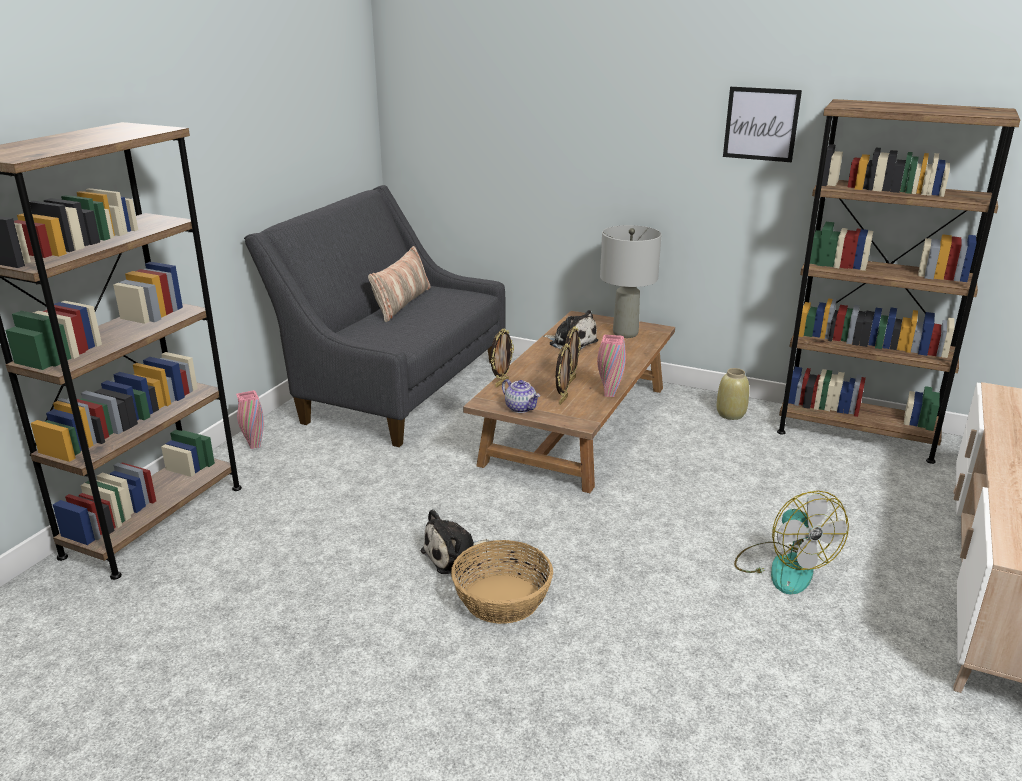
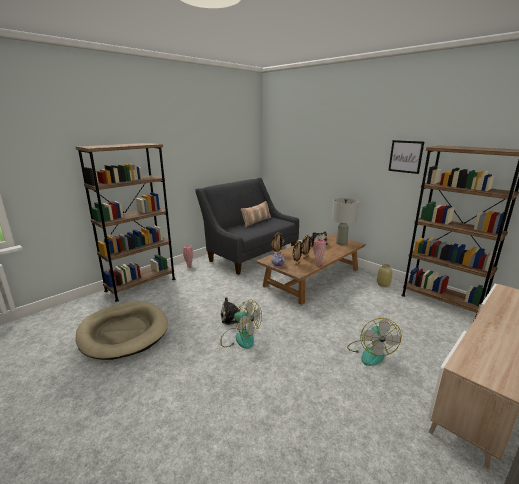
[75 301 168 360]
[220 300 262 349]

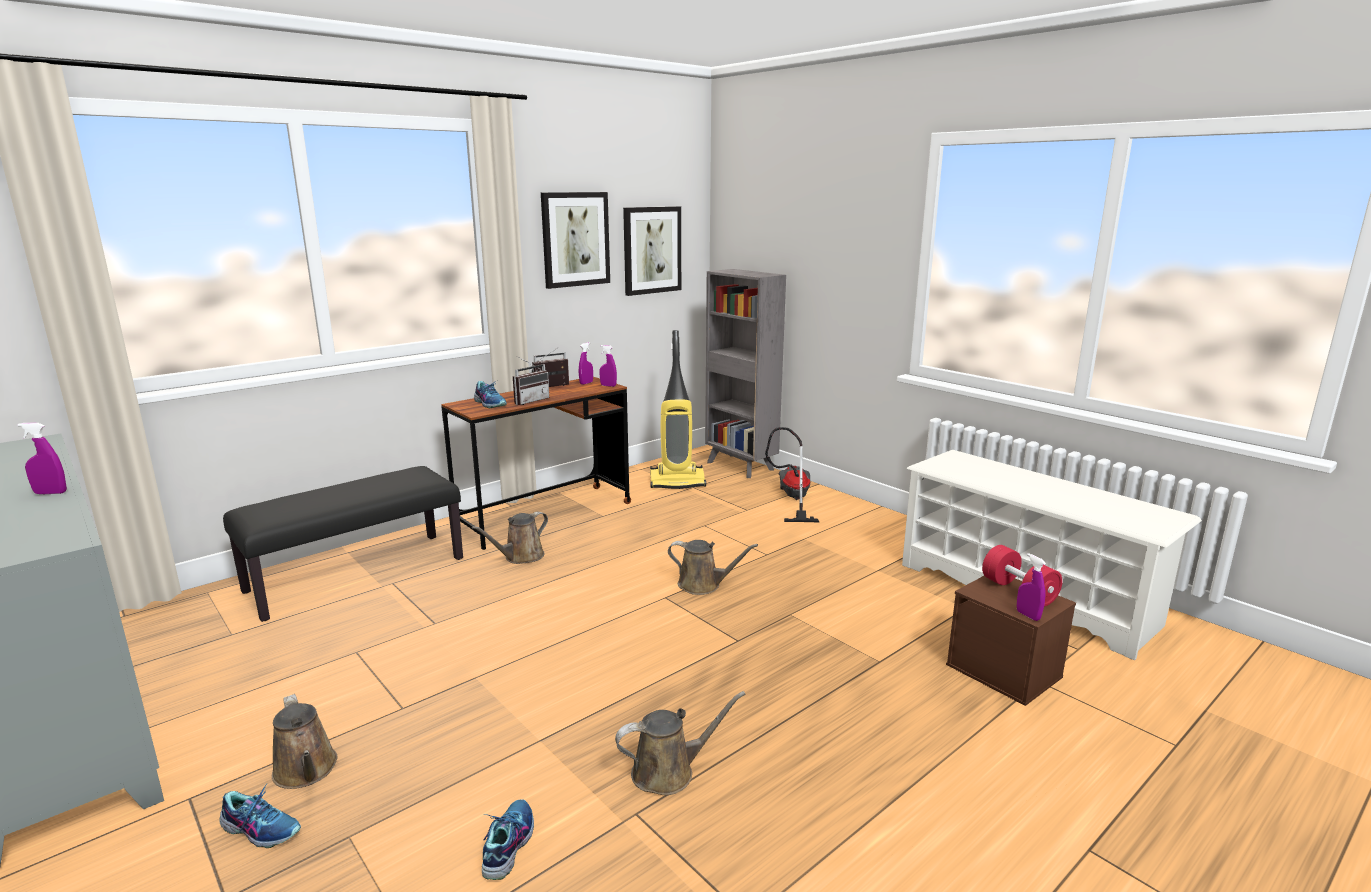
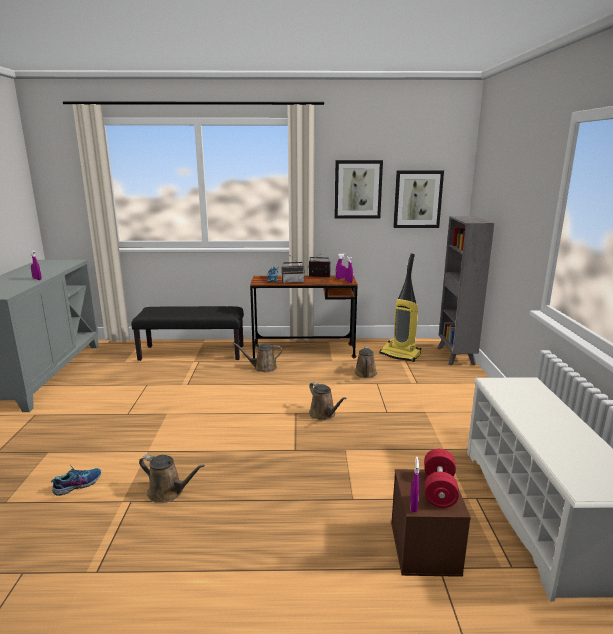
[355 347 377 378]
[219 784 301 848] (first image)
[765 427 819 522] (first image)

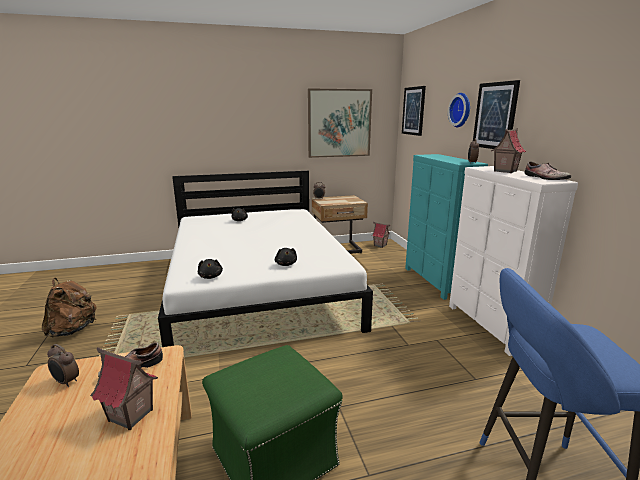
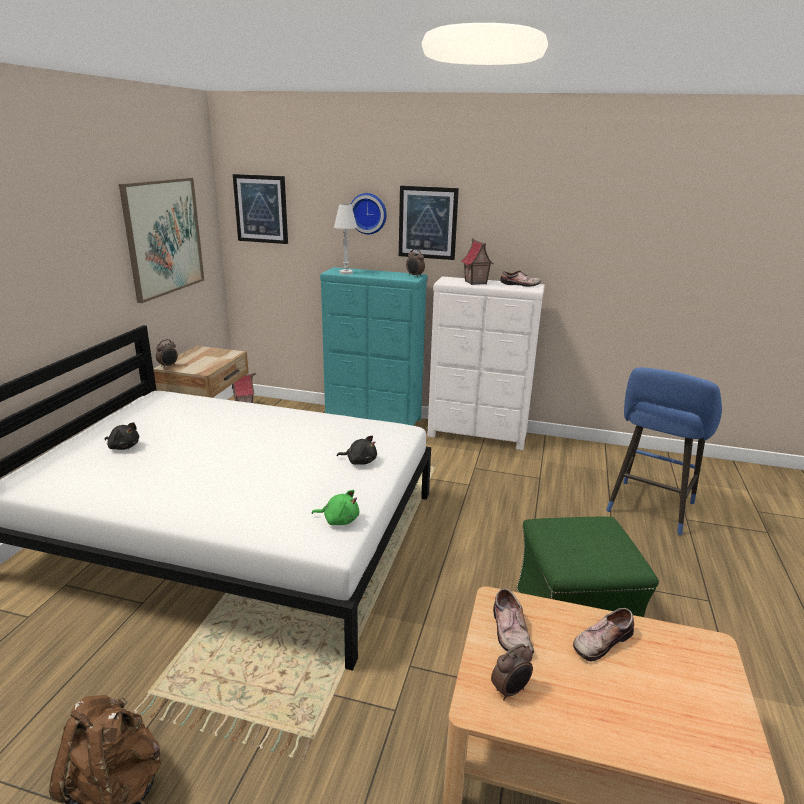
[312 490 359 525]
[334 204 357 275]
[573 608 634 661]

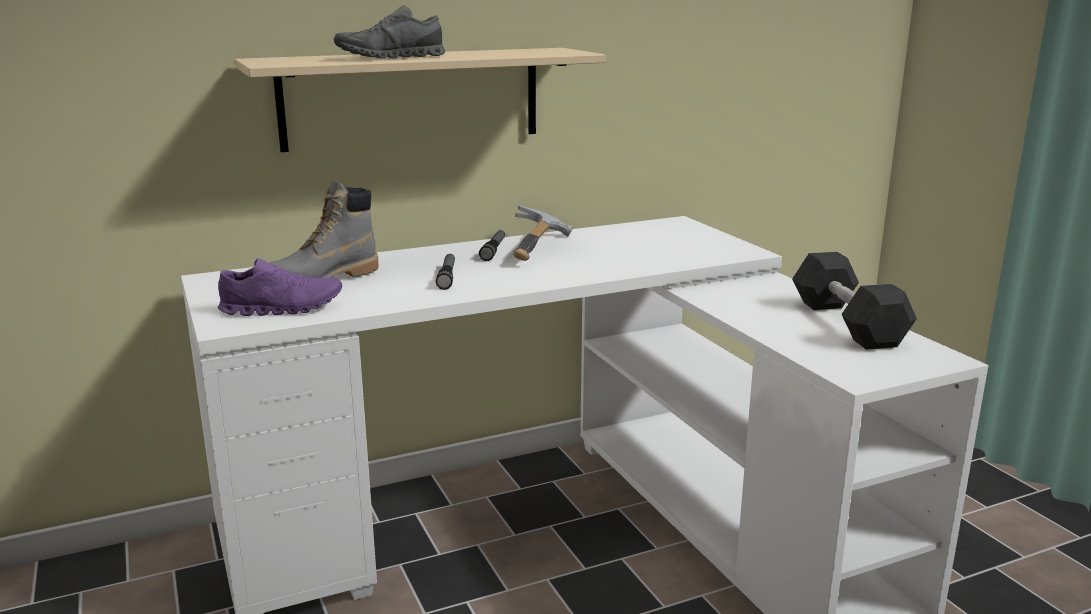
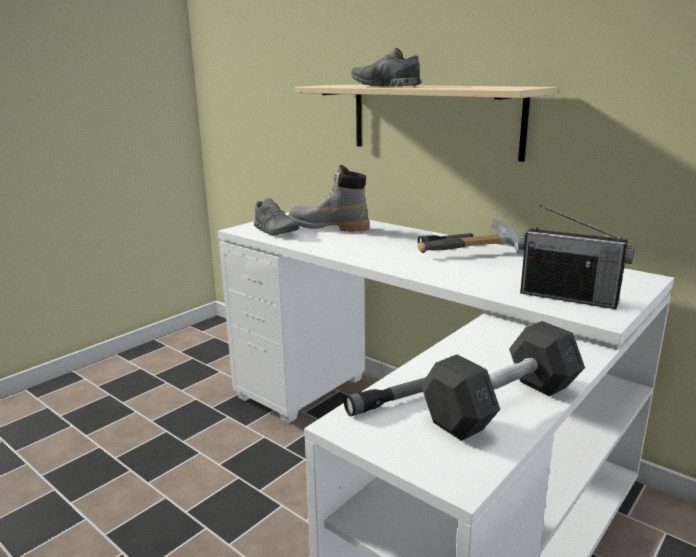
[254 198 299 236]
[344 377 426 416]
[518 204 635 309]

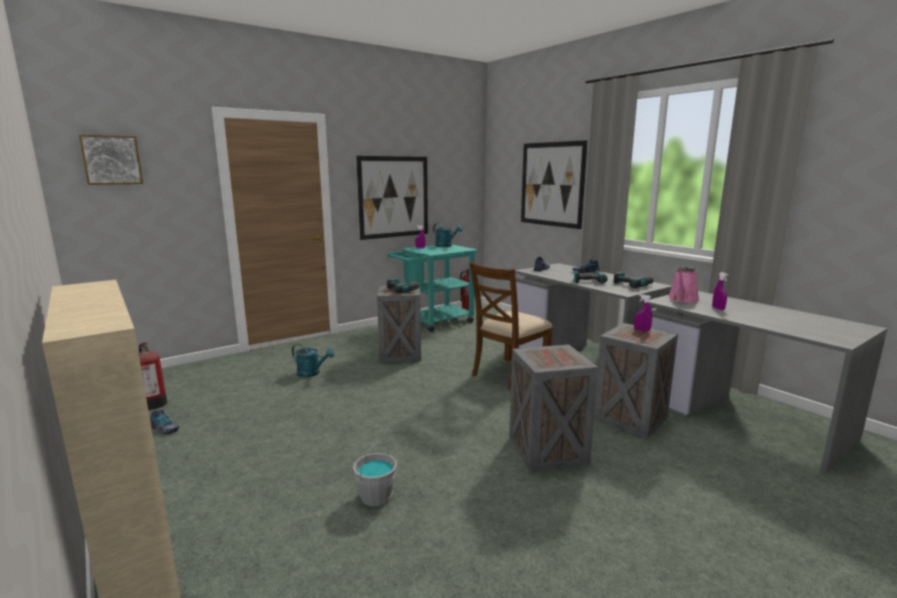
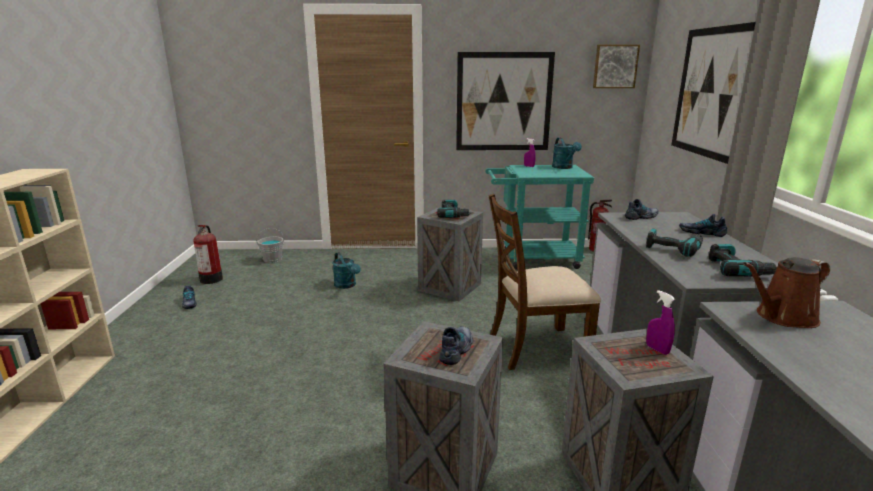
[257 228 284 263]
[439 326 473 365]
[593 45 640 88]
[743 257 830 328]
[712 272 729 310] (first image)

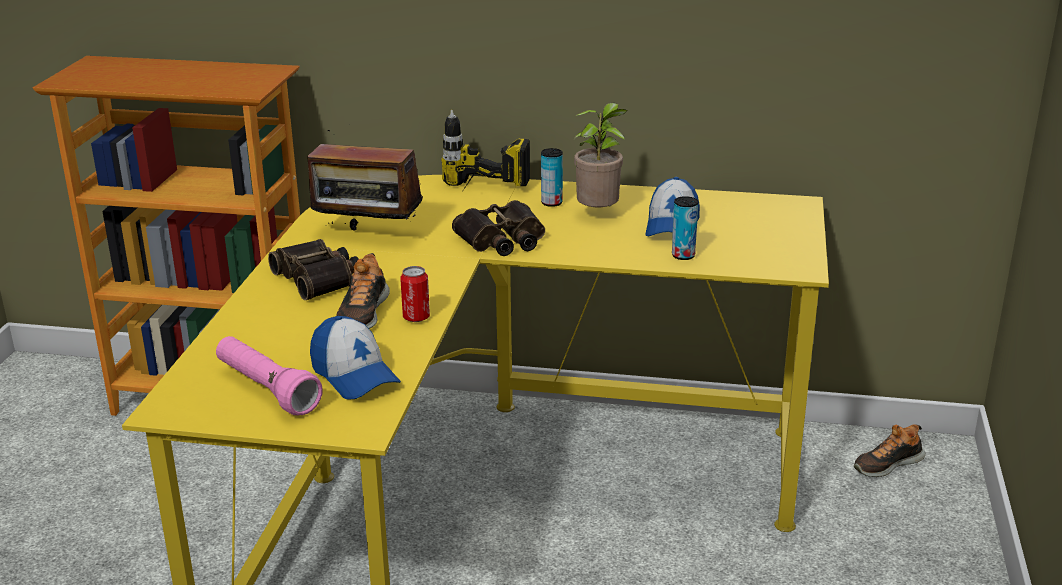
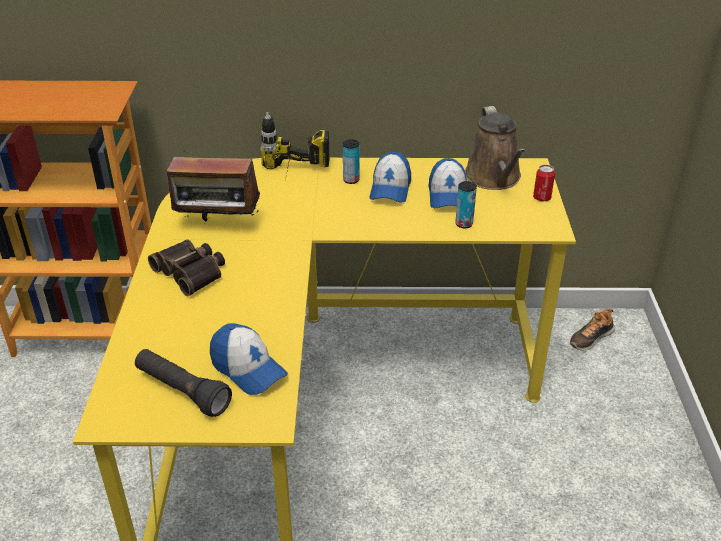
[135 349 232 417]
[369 152 411 203]
[465 106 525 190]
[533 165 555 202]
[336 253 390 329] (first image)
[452 200 545 256] (first image)

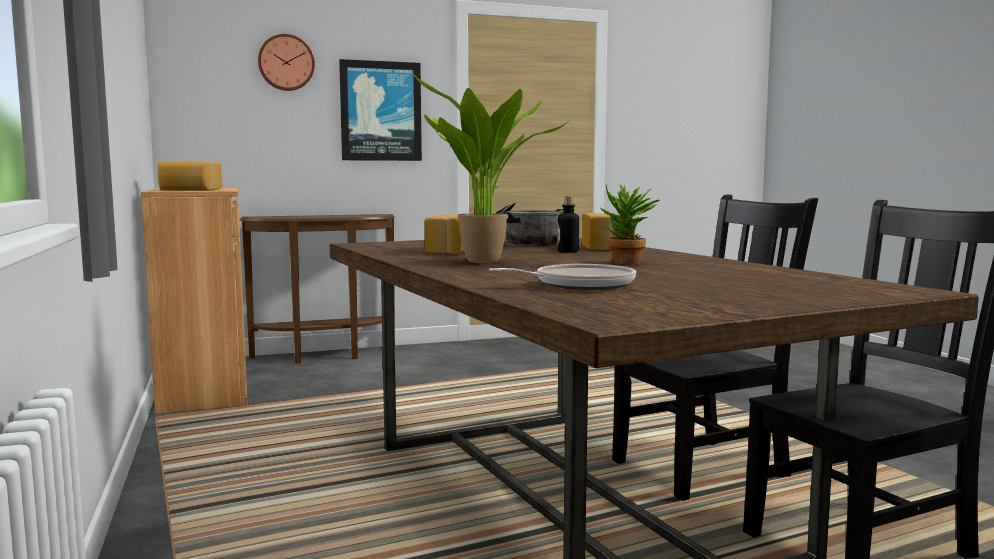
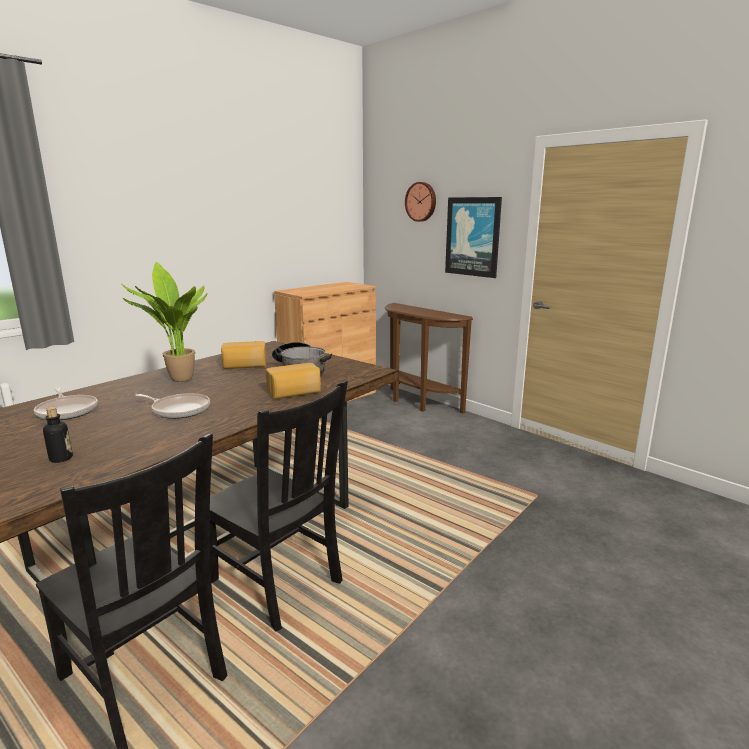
[43 407 73 463]
[135 393 210 419]
[158 162 222 190] (first image)

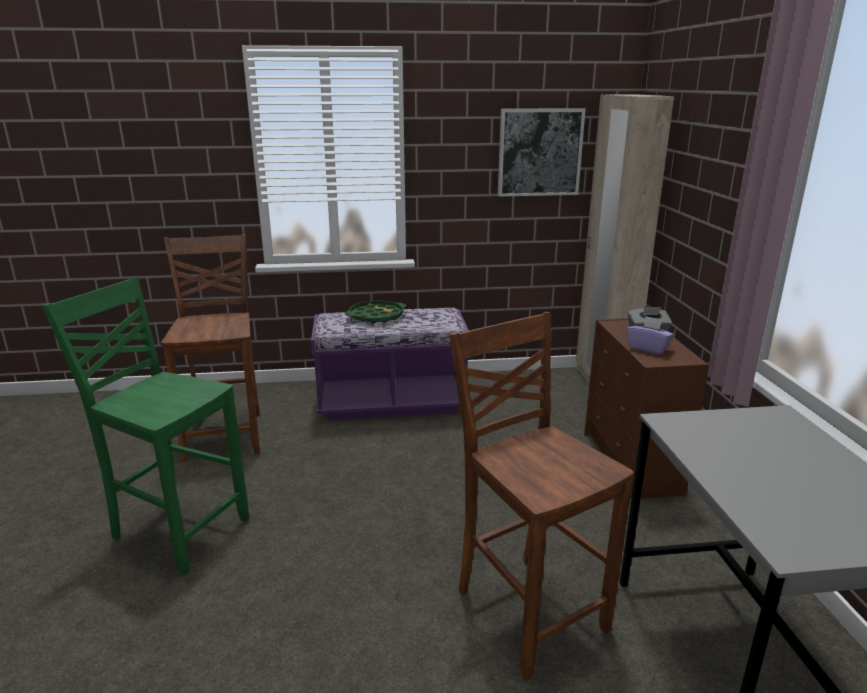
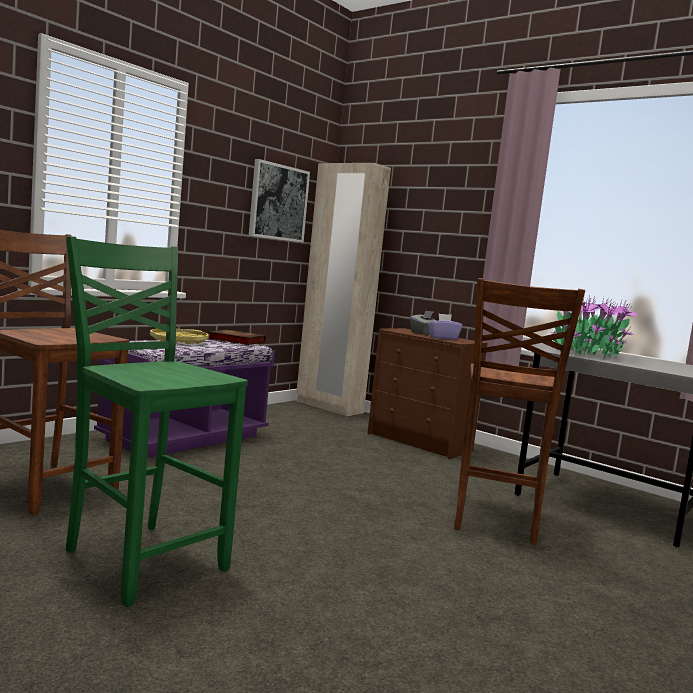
[66 237 248 607]
[150 329 209 344]
[208 330 266 345]
[454 278 585 545]
[551 295 637 358]

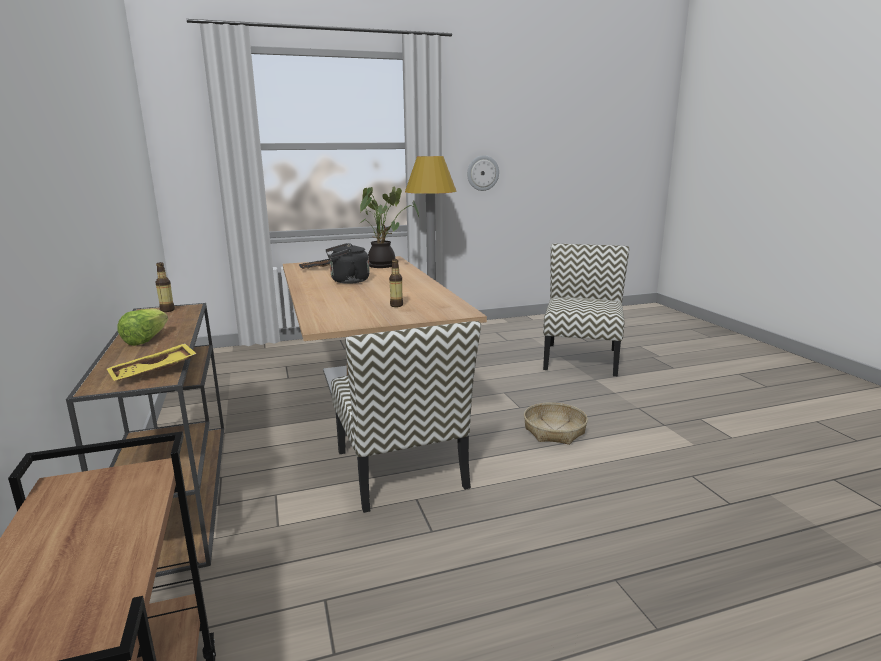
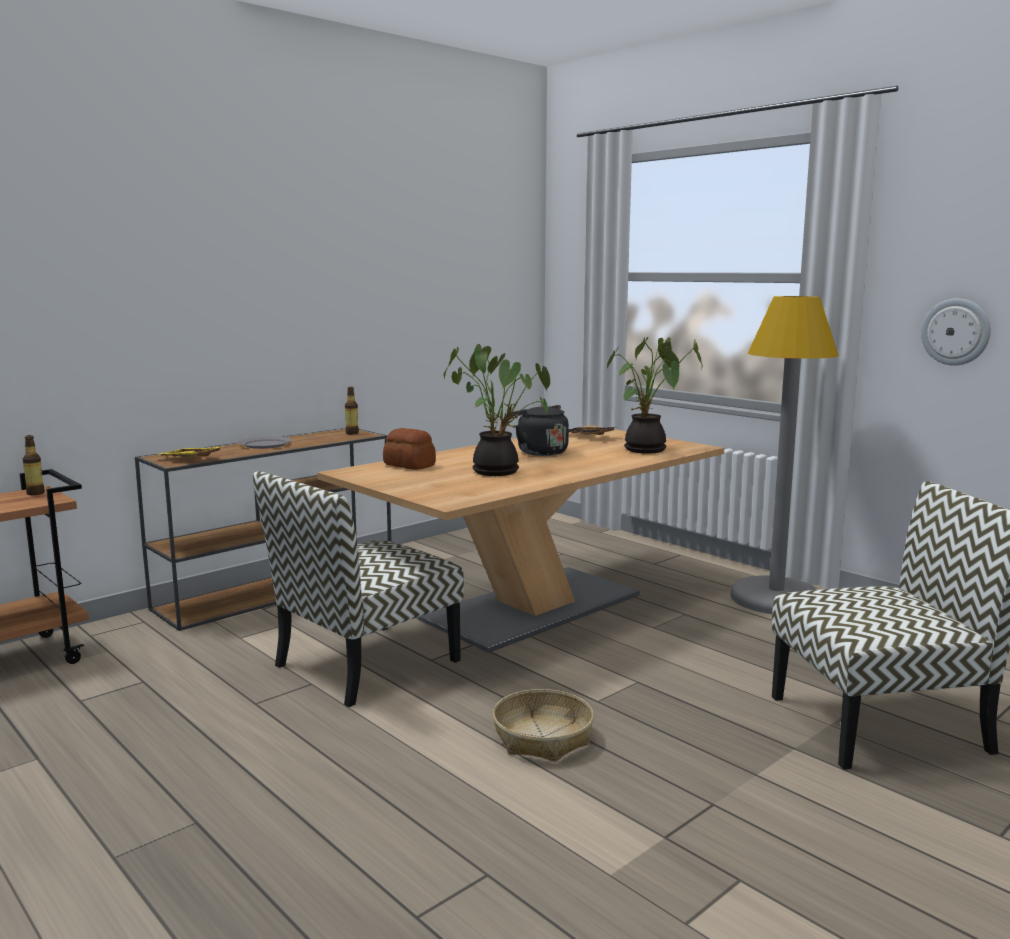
[23 435 45 495]
[239 436 292 449]
[383 428 436 470]
[443 344 550 476]

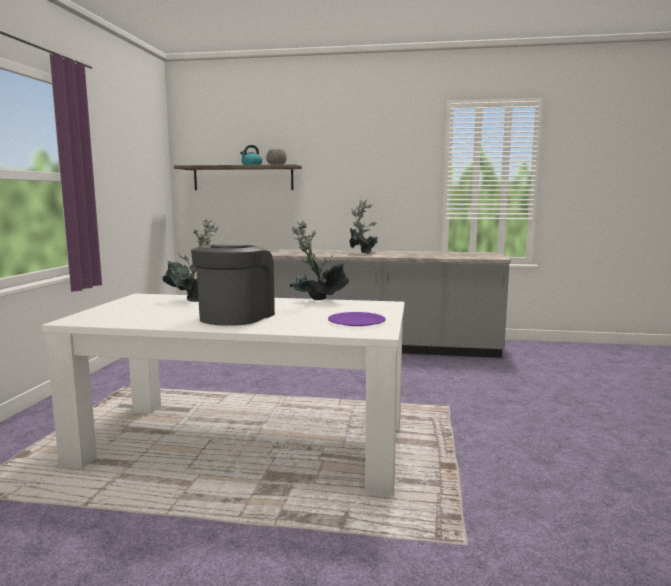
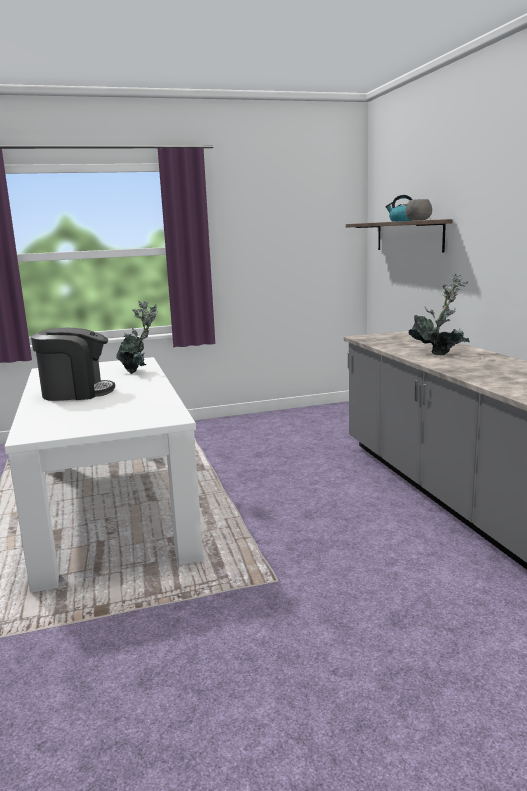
[290 220 349 300] (first image)
[328 312 386 326] (first image)

